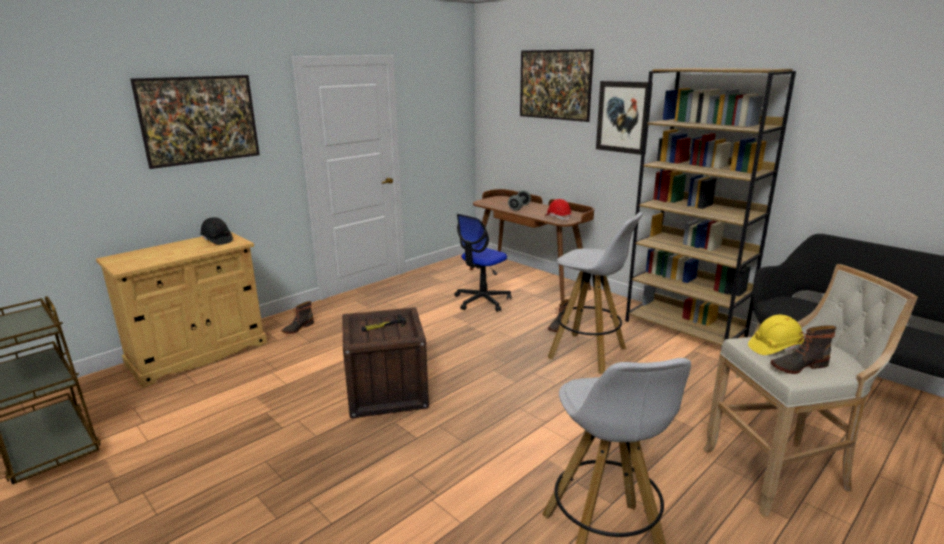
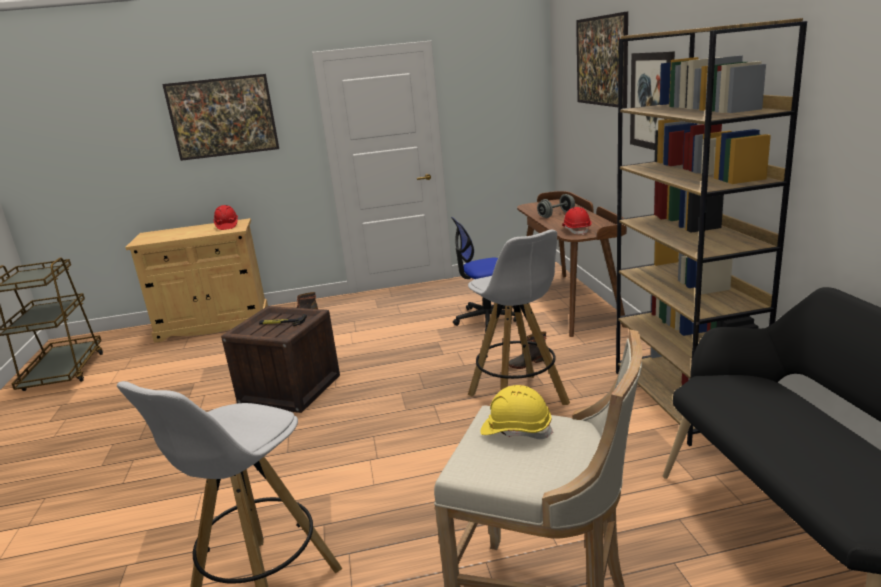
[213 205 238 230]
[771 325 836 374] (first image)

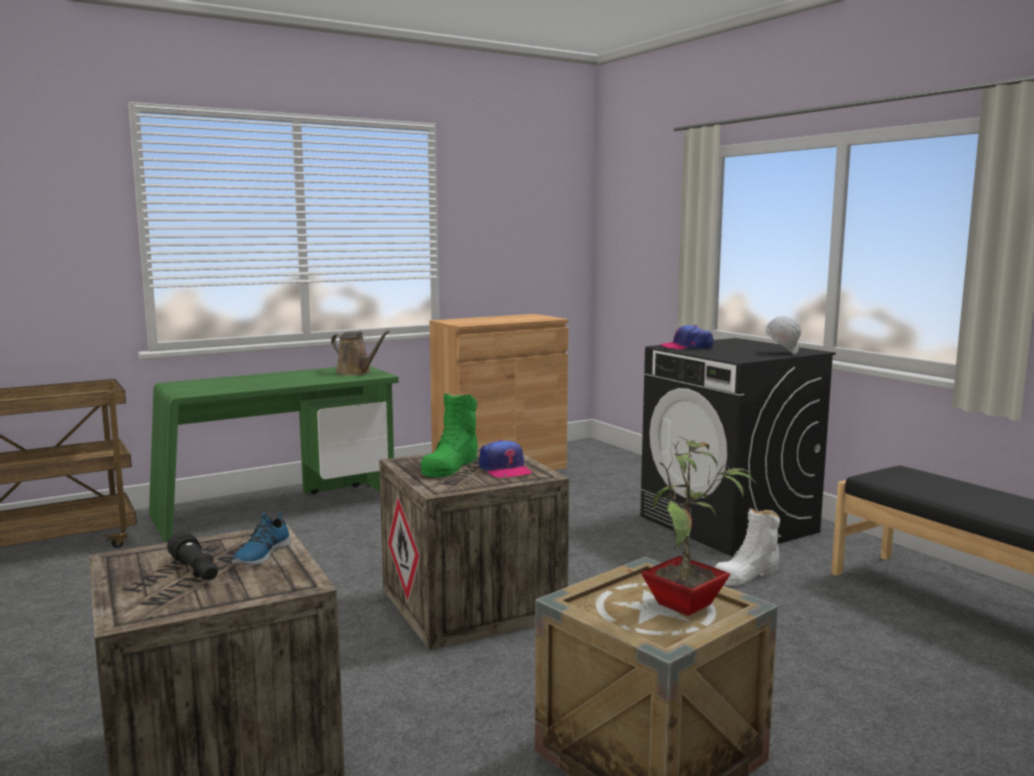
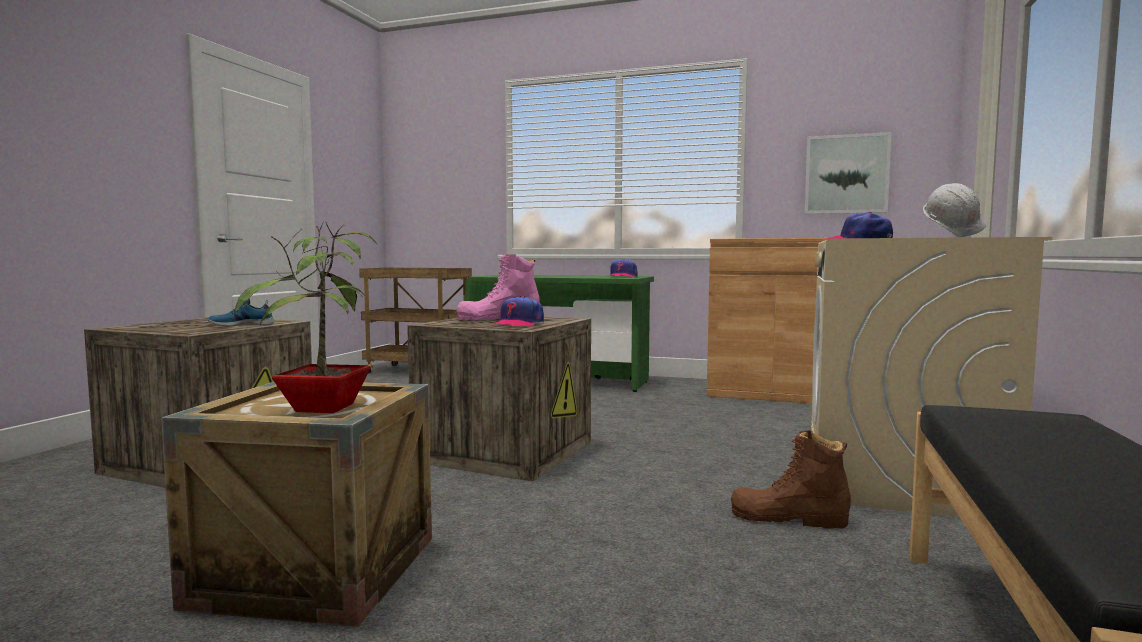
[457 254 540 321]
[608 259 637 277]
[731 430 851 529]
[804 132 892 214]
[811 237 1053 517]
[167 531 218 580] (first image)

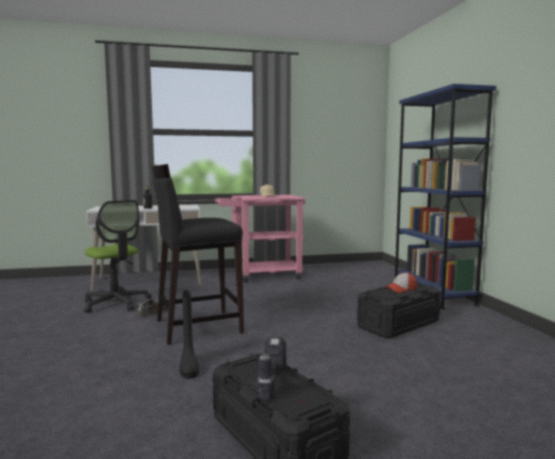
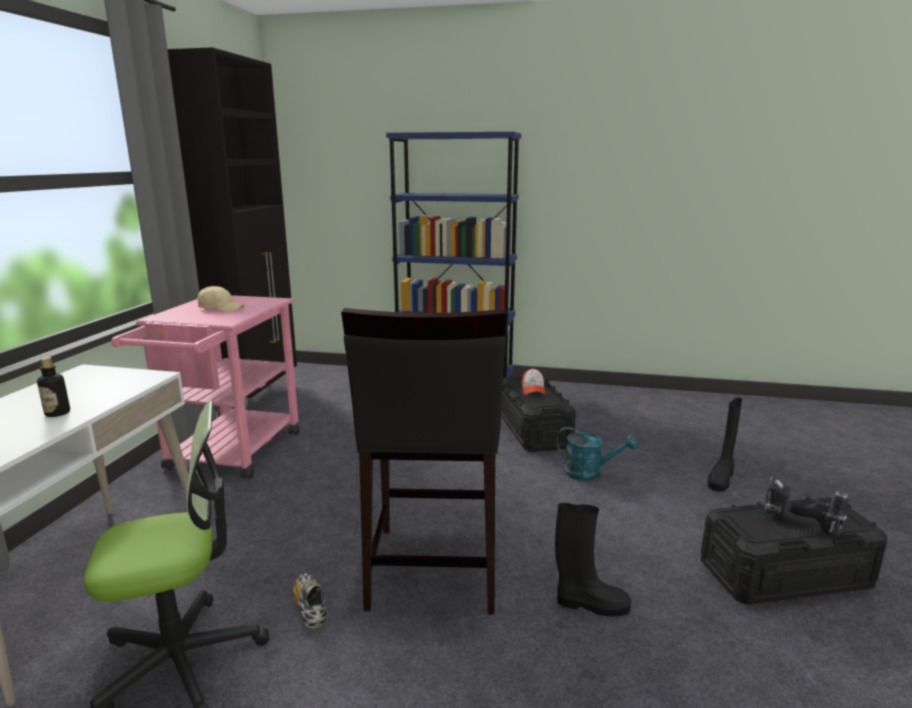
[167 47 297 414]
[556 427 638 481]
[707 398 742 492]

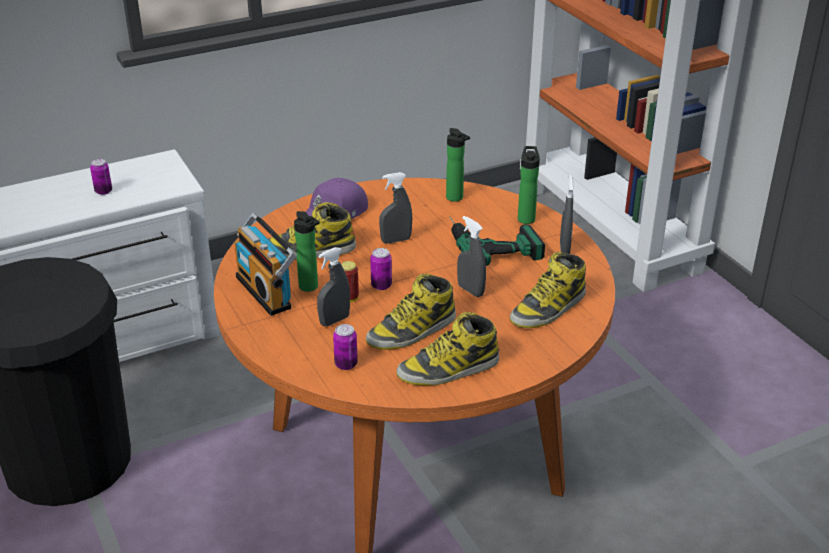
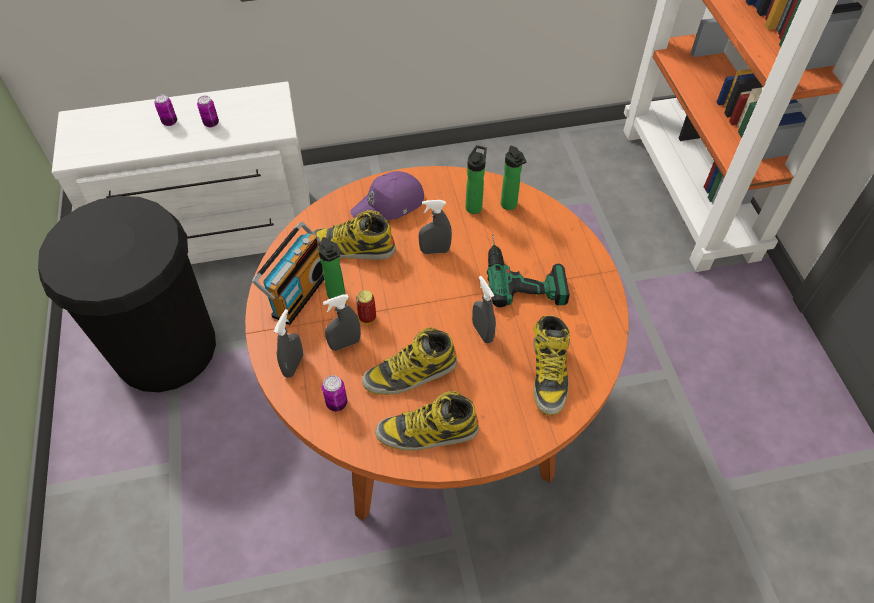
[154 94 177 126]
[252 222 324 325]
[273 309 303 378]
[466 145 487 214]
[533 315 570 415]

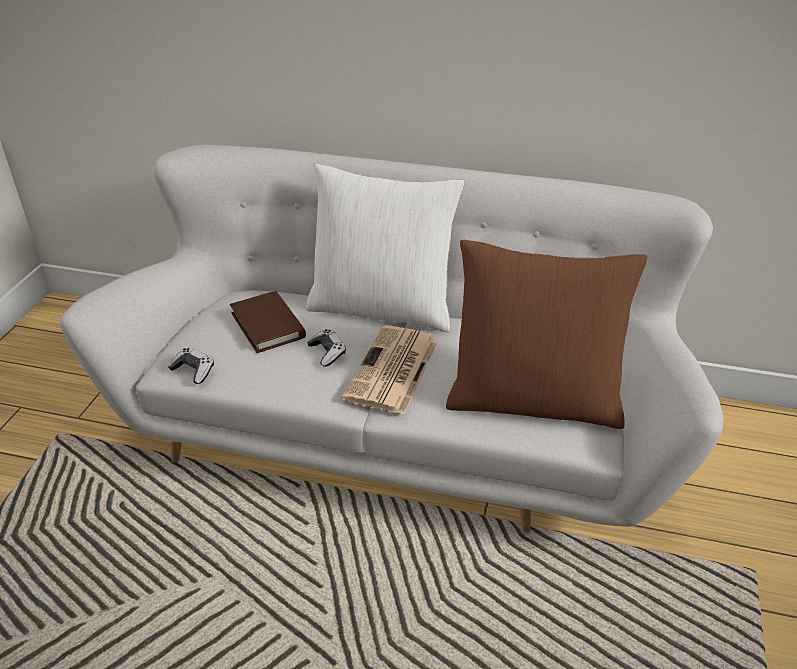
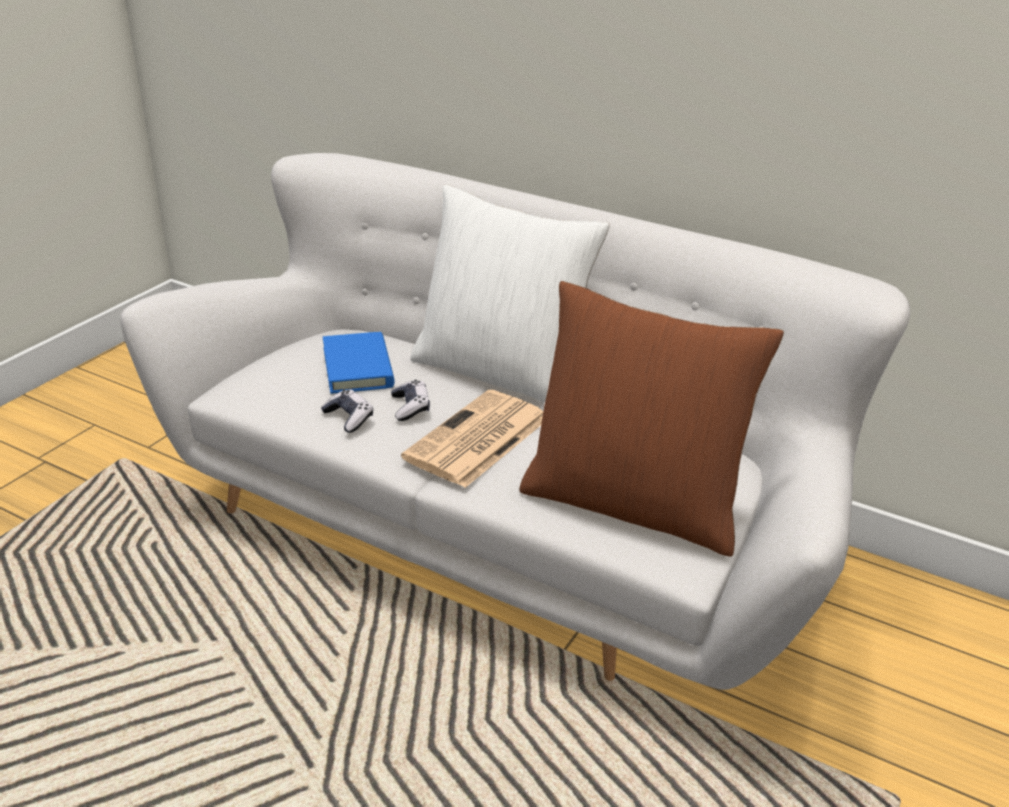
[321 389 373 433]
[323 332 395 394]

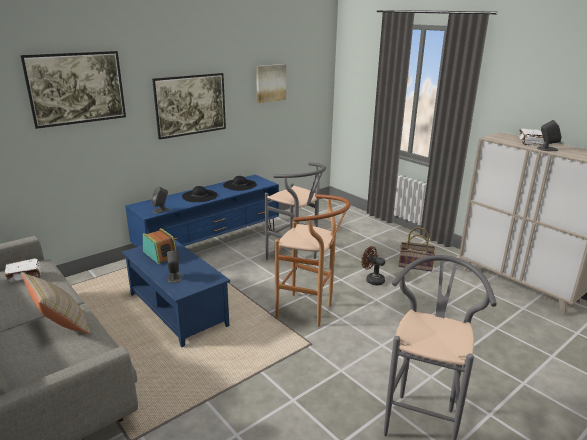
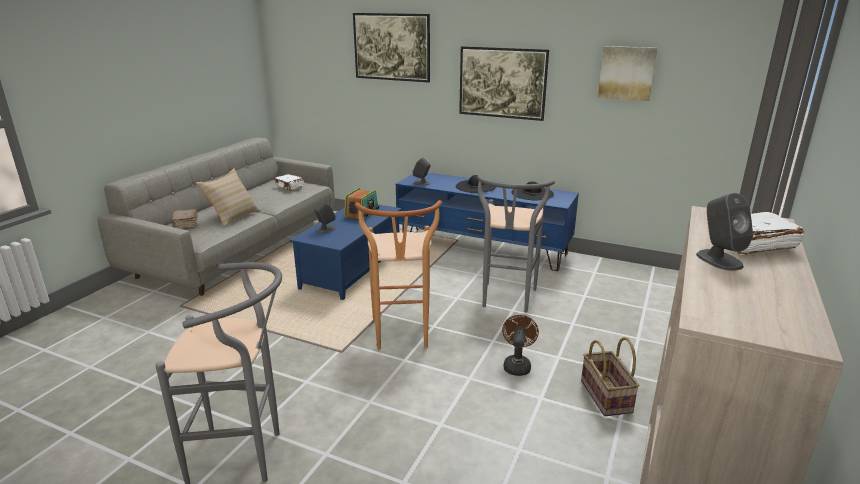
[172 209 197 230]

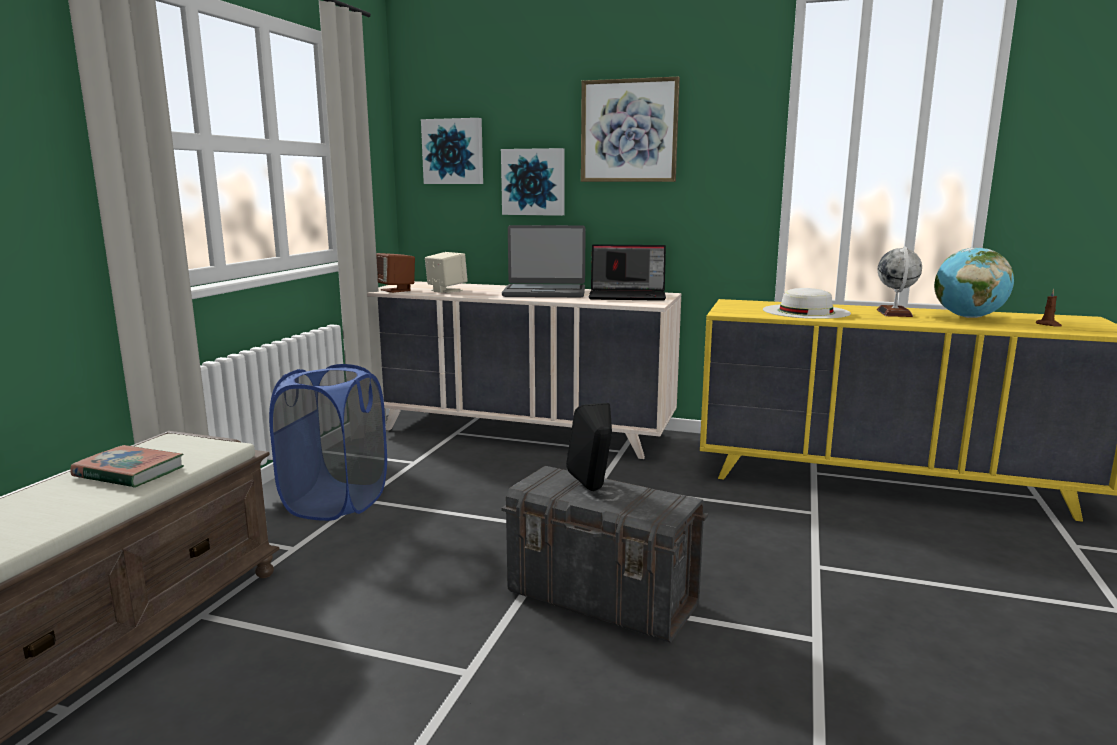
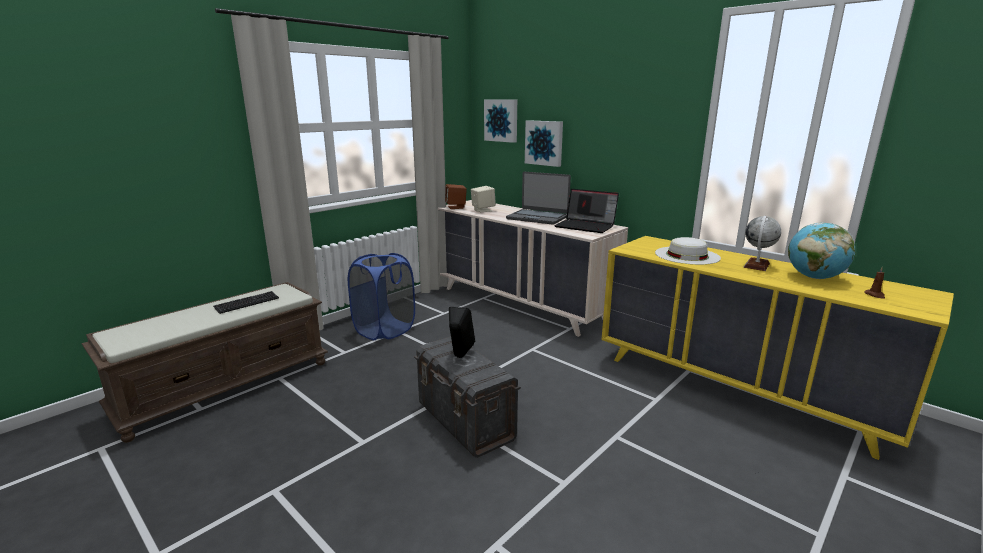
[213 291 279 314]
[581 76 680 182] (first image)

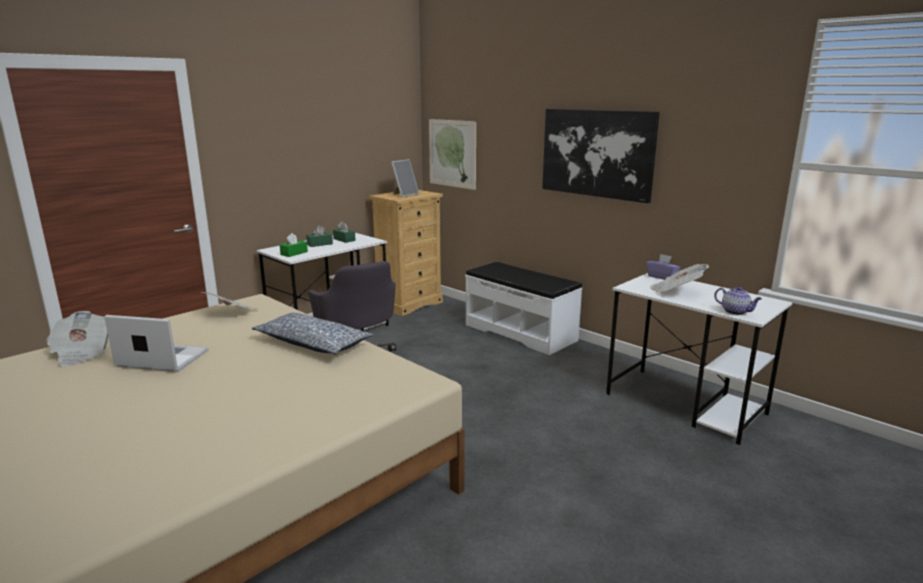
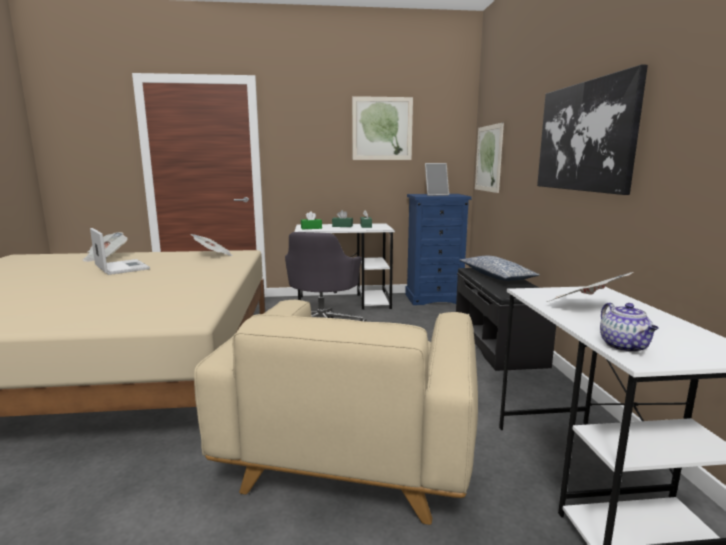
[194 300 478 525]
[352 96 413 160]
[405 194 471 305]
[456 268 556 371]
[459 256 540 281]
[646 254 680 280] (first image)

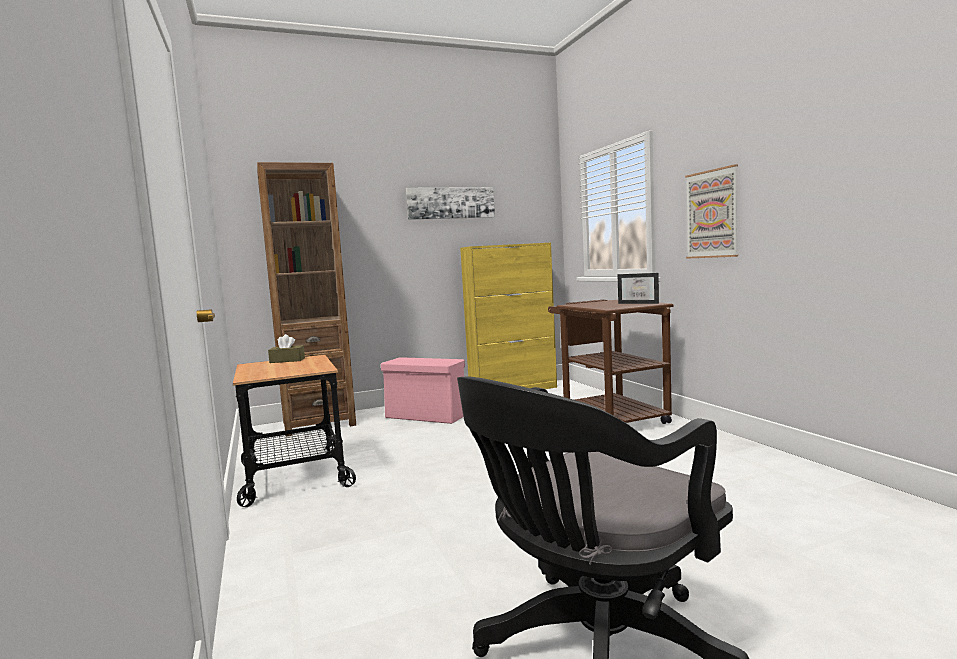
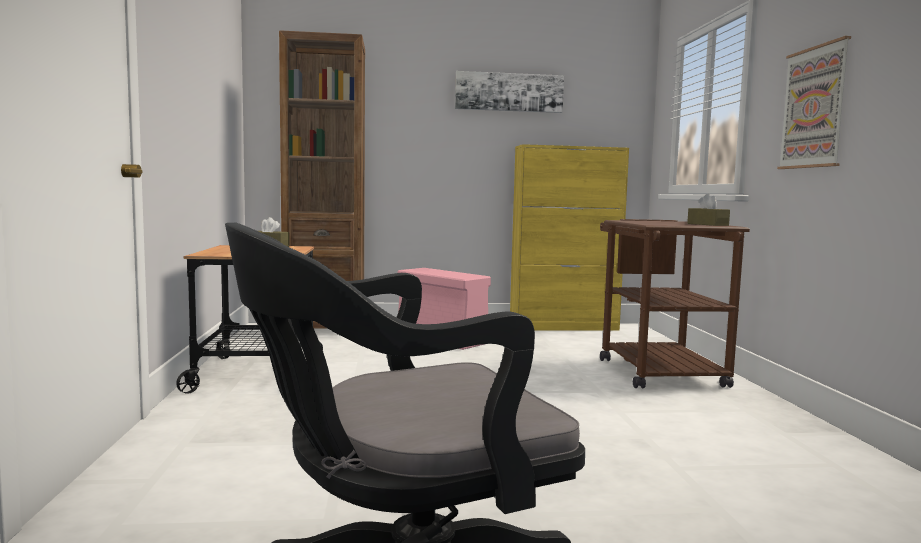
[687 193 730 226]

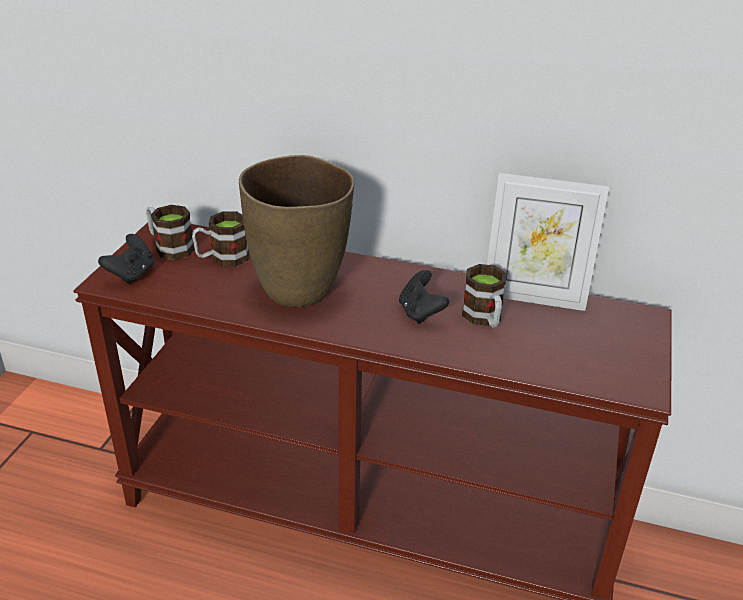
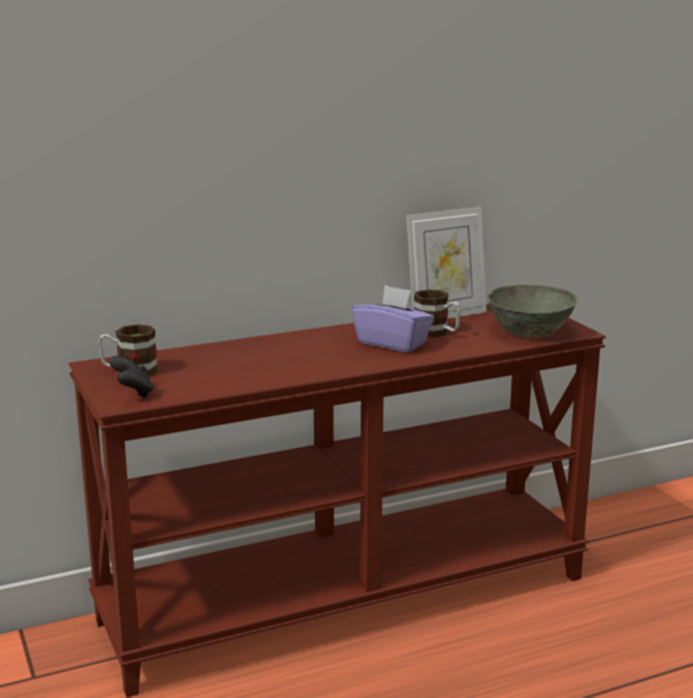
[351 285 434 352]
[486 285 579 338]
[192 211 249 266] (first image)
[239 155 354 307] (first image)

